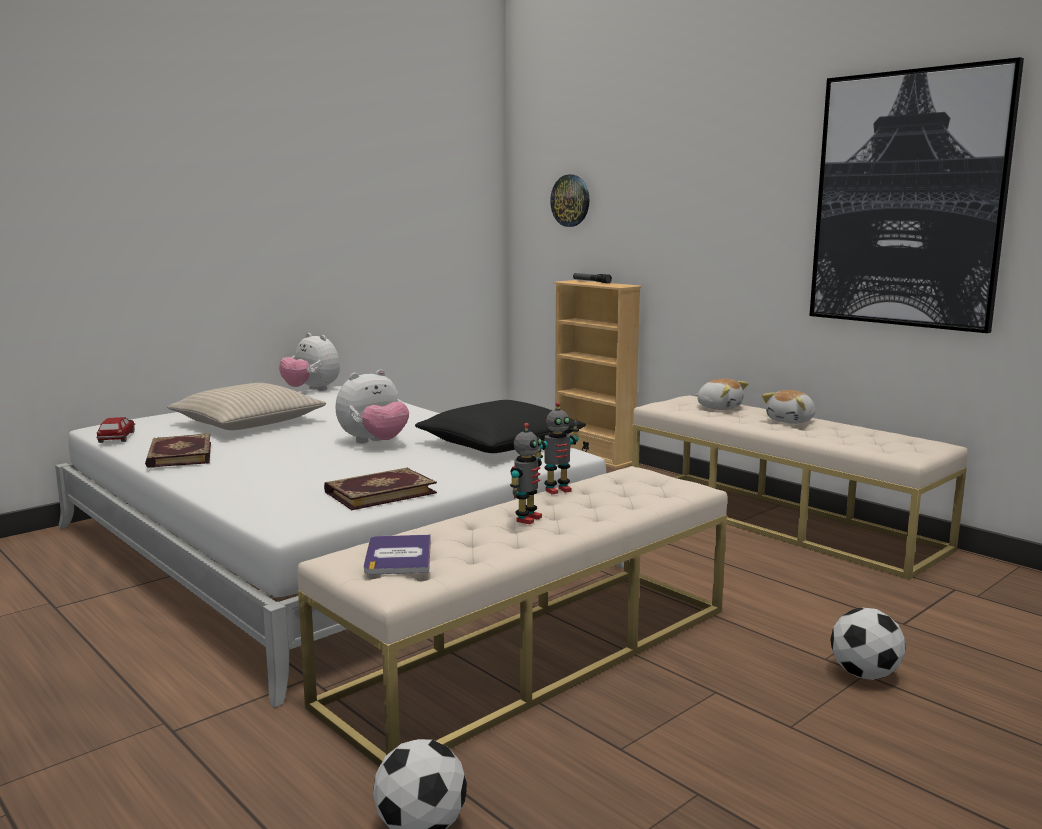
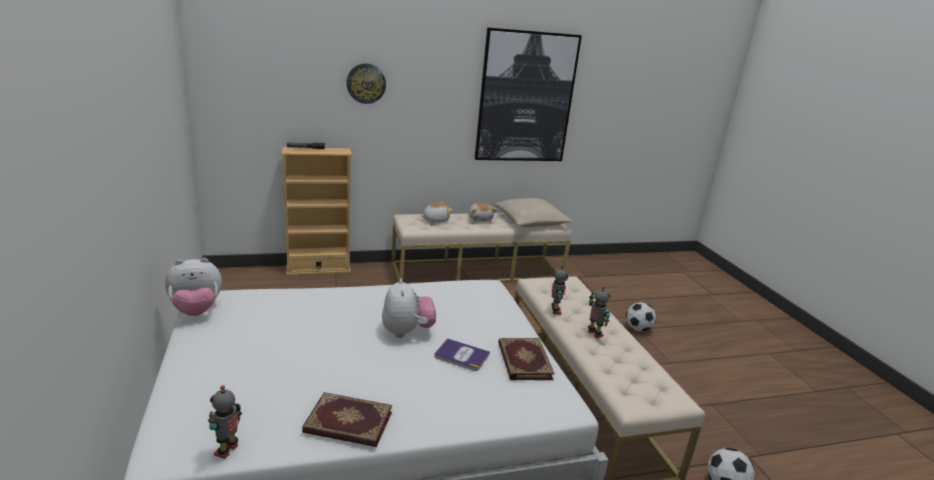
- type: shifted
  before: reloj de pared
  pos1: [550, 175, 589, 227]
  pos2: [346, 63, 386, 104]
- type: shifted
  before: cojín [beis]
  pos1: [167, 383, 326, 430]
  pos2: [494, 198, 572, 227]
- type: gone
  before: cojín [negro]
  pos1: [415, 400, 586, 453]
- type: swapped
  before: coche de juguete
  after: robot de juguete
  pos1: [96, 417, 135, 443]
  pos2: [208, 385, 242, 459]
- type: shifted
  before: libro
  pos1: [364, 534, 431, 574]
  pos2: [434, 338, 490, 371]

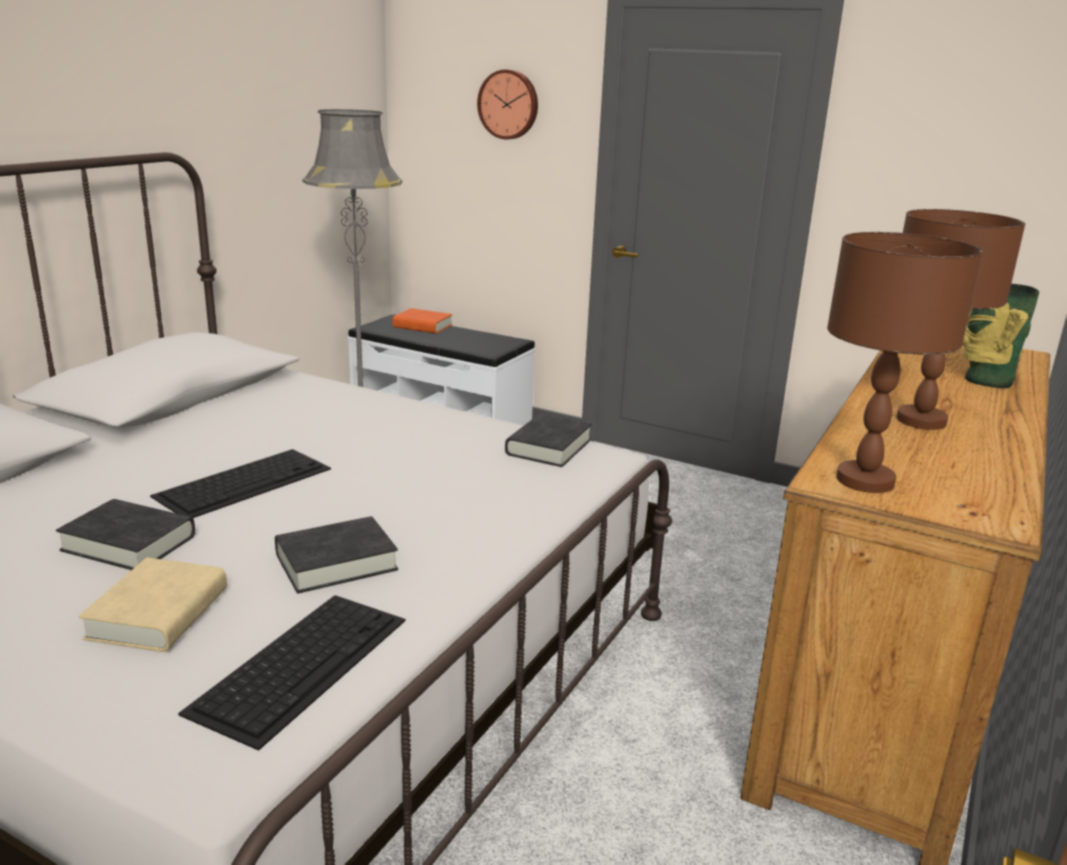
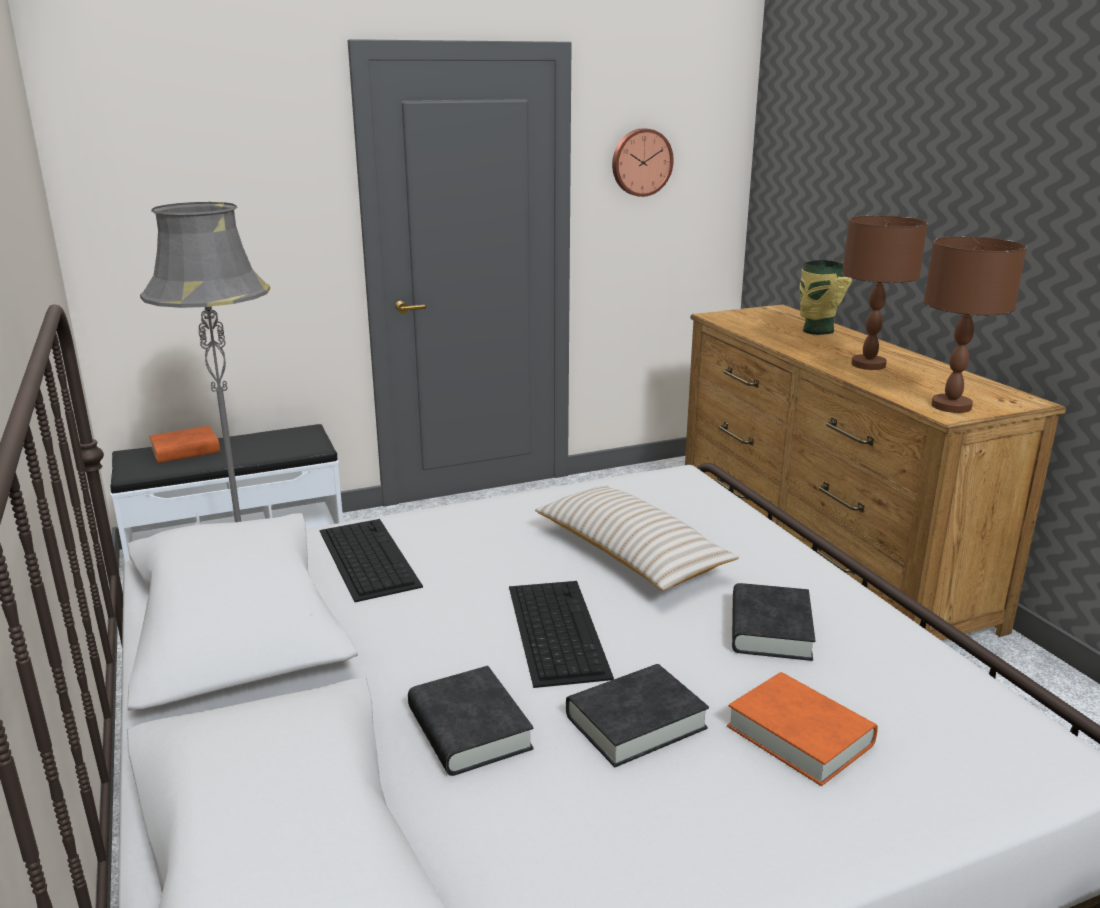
- type: shifted
  before: reloj de pared
  pos1: [477, 69, 538, 139]
  pos2: [612, 128, 674, 197]
- type: shifted
  before: libro [negro]
  pos1: [505, 414, 592, 467]
  pos2: [408, 666, 534, 776]
- type: repainted
  before: libro [beis]
  after: libro [naranja]
  pos1: [79, 557, 227, 652]
  pos2: [727, 672, 878, 786]
- type: shifted
  before: teclado
  pos1: [178, 595, 405, 751]
  pos2: [320, 519, 423, 602]
- type: new
  after: cojín [beis]
  pos2: [535, 486, 739, 591]

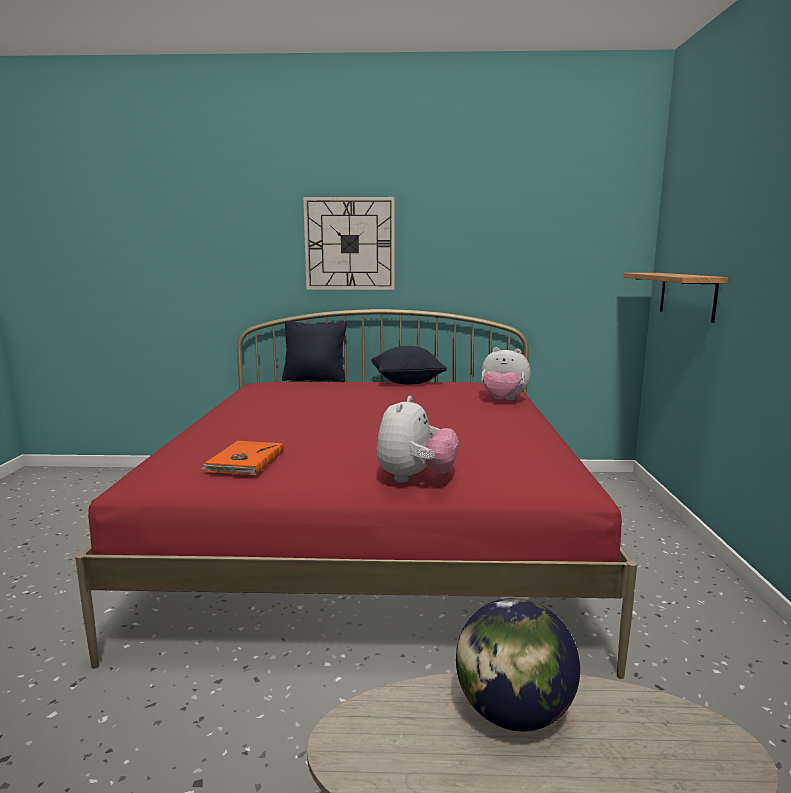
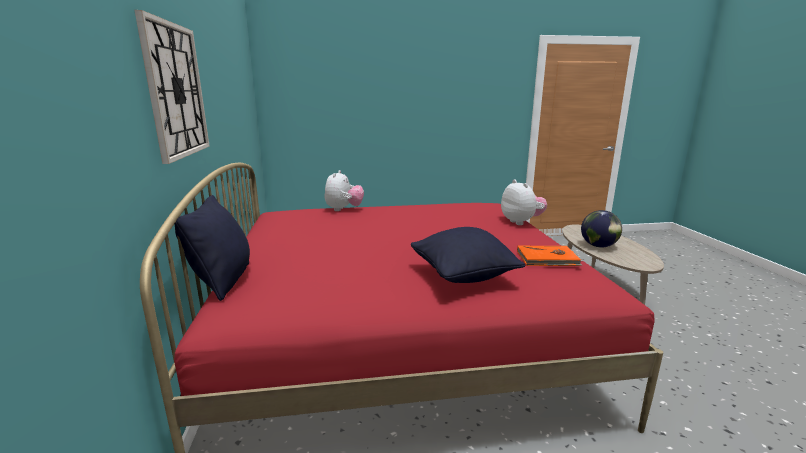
- type: gone
  before: estante
  pos1: [623, 273, 729, 323]
- type: shifted
  before: cojín [negro]
  pos1: [371, 346, 447, 384]
  pos2: [411, 227, 525, 283]
- type: rotated
  before: peluche
  pos1: [377, 396, 459, 482]
  pos2: [501, 180, 547, 225]
  turn: 60

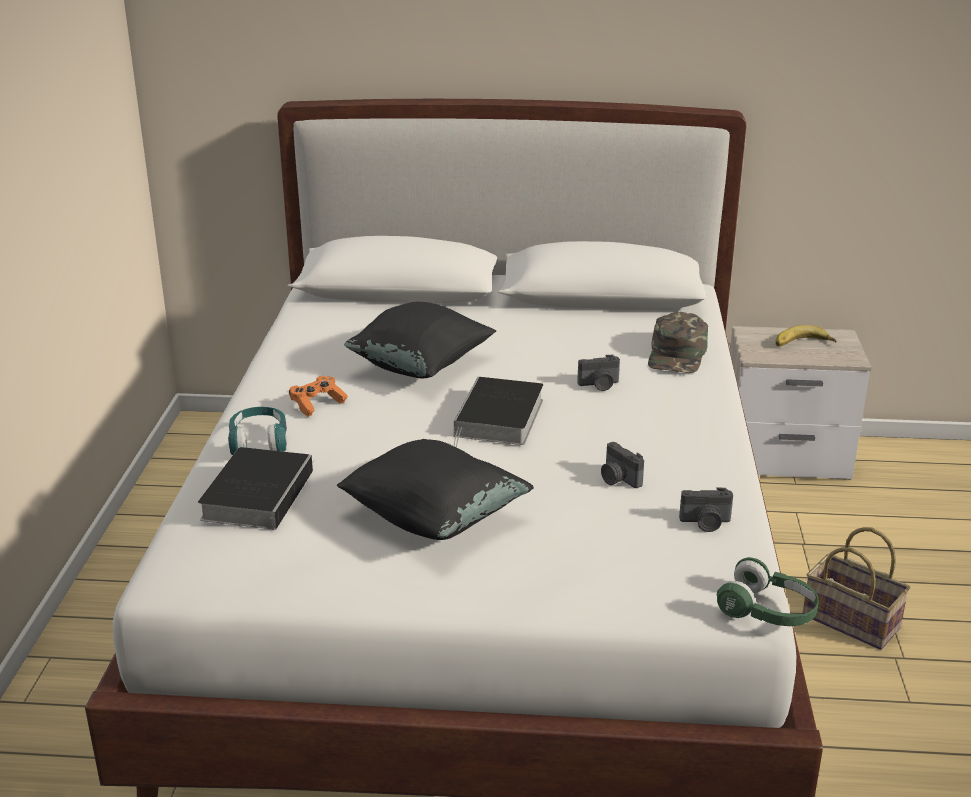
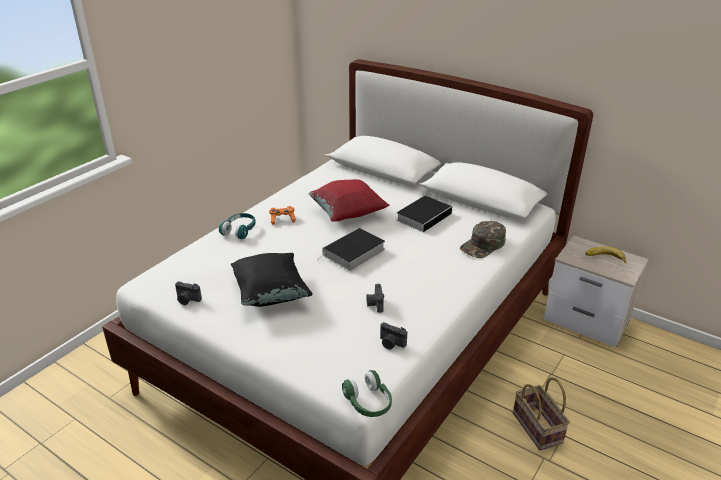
- type: repainted
  before: cojín [negro]
  after: cojín [rojo]
  pos1: [344, 302, 496, 379]
  pos2: [309, 179, 390, 222]
- type: shifted
  before: cámara
  pos1: [577, 355, 620, 391]
  pos2: [175, 281, 202, 305]
- type: shifted
  before: libro
  pos1: [198, 447, 315, 530]
  pos2: [396, 196, 455, 232]

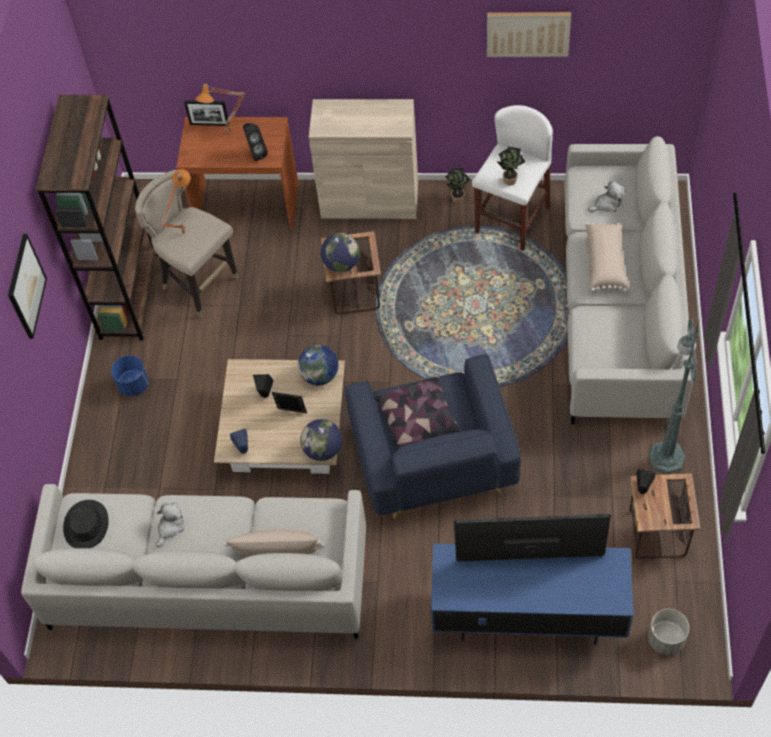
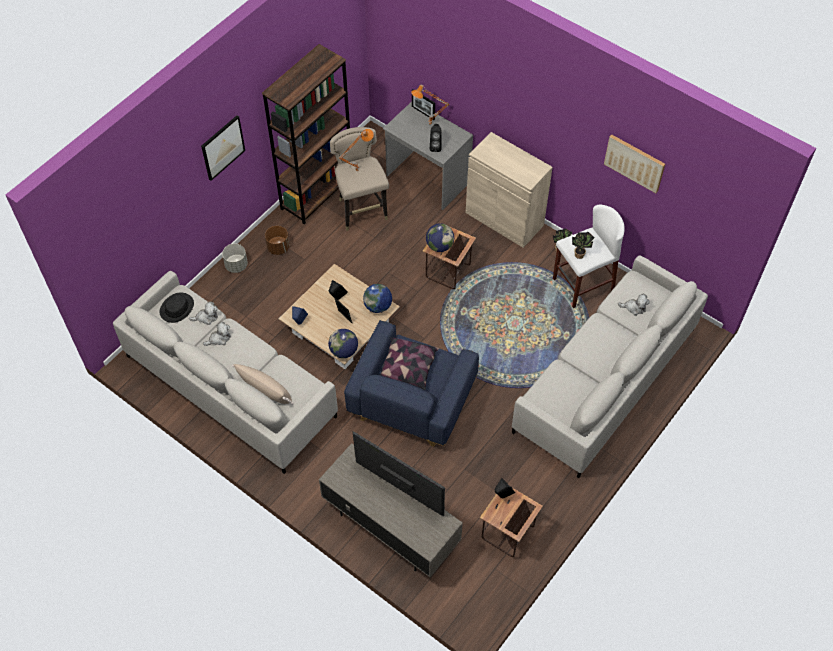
- type: repainted
  before: escritorio [marrón]
  after: escritorio [gris]
  pos1: [176, 117, 298, 230]
  pos2: [383, 102, 473, 210]
- type: gone
  before: cojín [beis]
  pos1: [586, 223, 630, 292]
- type: gone
  before: lámpara de pie [verde]
  pos1: [648, 318, 700, 474]
- type: repainted
  before: maceta [azul]
  after: maceta [marrón]
  pos1: [111, 355, 149, 396]
  pos2: [265, 226, 289, 255]
- type: repainted
  before: mueble de televisión [azul]
  after: mueble de televisión [gris]
  pos1: [431, 544, 634, 645]
  pos2: [319, 443, 463, 577]
- type: shifted
  before: maceta [gris]
  pos1: [648, 609, 689, 655]
  pos2: [222, 243, 248, 273]
- type: new
  after: peluche
  pos2: [189, 302, 218, 325]

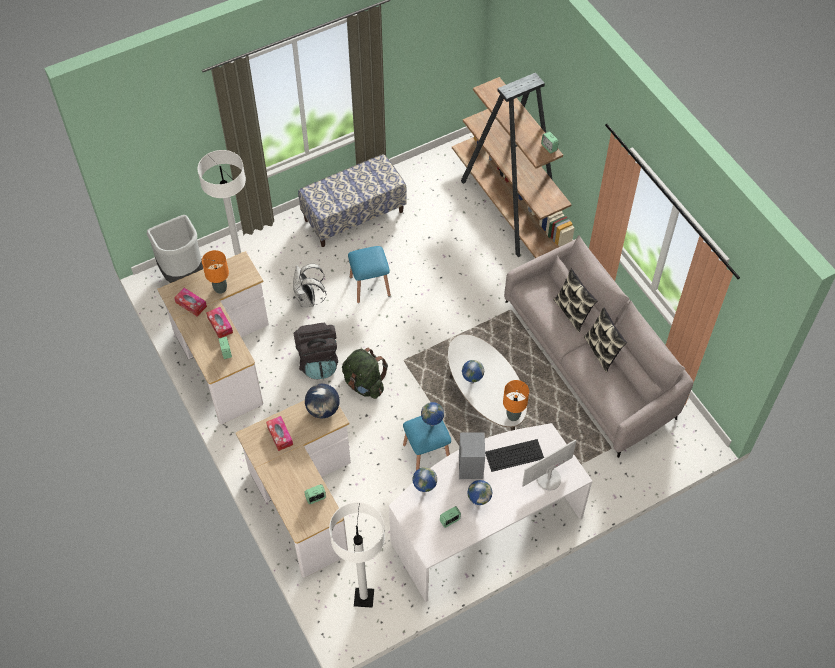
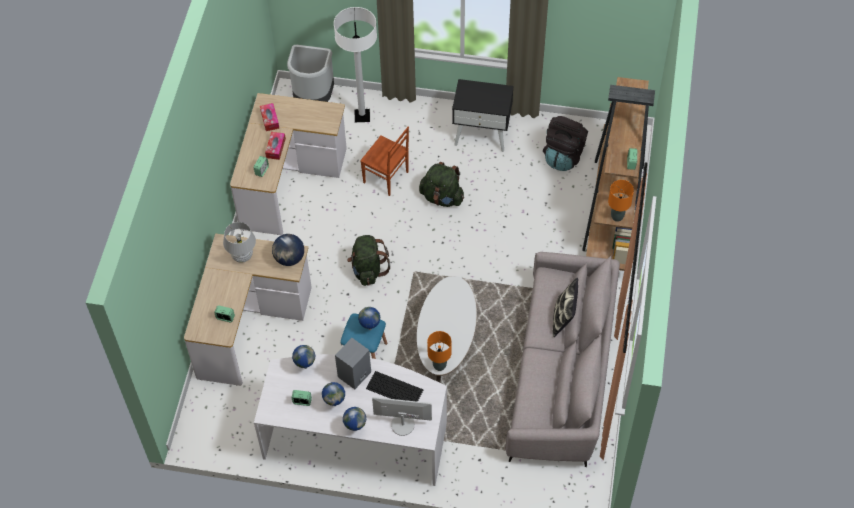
- type: swapped
  before: banco
  after: mesita de noche [negro]
  pos1: [298, 154, 407, 247]
  pos2: [452, 79, 514, 152]
- type: swapped
  before: taburete [azul]
  after: mochila [verde]
  pos1: [348, 246, 391, 303]
  pos2: [419, 162, 464, 207]
- type: shifted
  before: lámpara de mesa [naranja]
  pos1: [202, 250, 229, 294]
  pos2: [608, 180, 634, 222]
- type: swapped
  before: mochila [blanco]
  after: silla [marrón]
  pos1: [293, 264, 326, 308]
  pos2: [360, 127, 409, 196]
- type: gone
  before: cojín
  pos1: [584, 307, 627, 372]
- type: shifted
  before: mochila [negro]
  pos1: [293, 323, 338, 380]
  pos2: [543, 116, 588, 171]
- type: shifted
  before: globo terráqueo
  pos1: [462, 360, 484, 384]
  pos2: [343, 407, 366, 431]
- type: swapped
  before: caja de pañuelos
  after: lámpara de mesa [blanco]
  pos1: [266, 416, 293, 451]
  pos2: [223, 222, 256, 263]
- type: gone
  before: lámpara de pie [blanco]
  pos1: [329, 502, 385, 608]

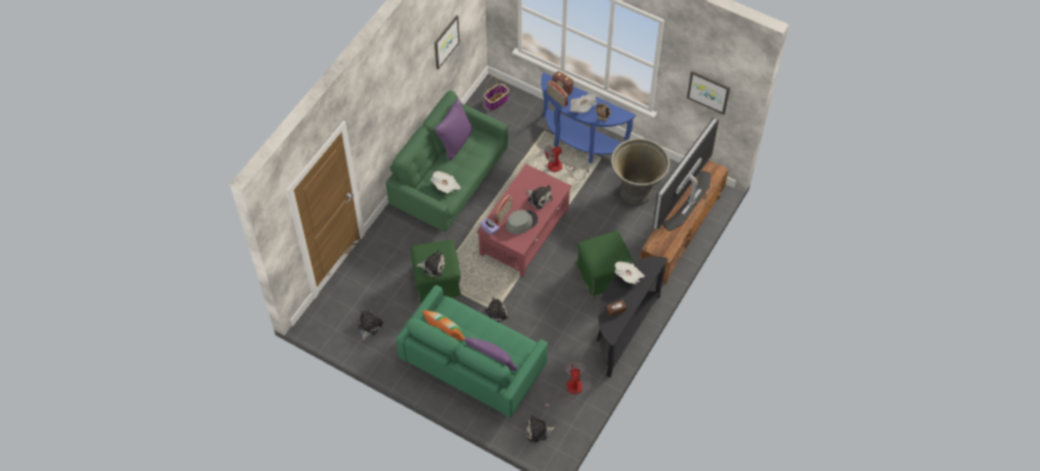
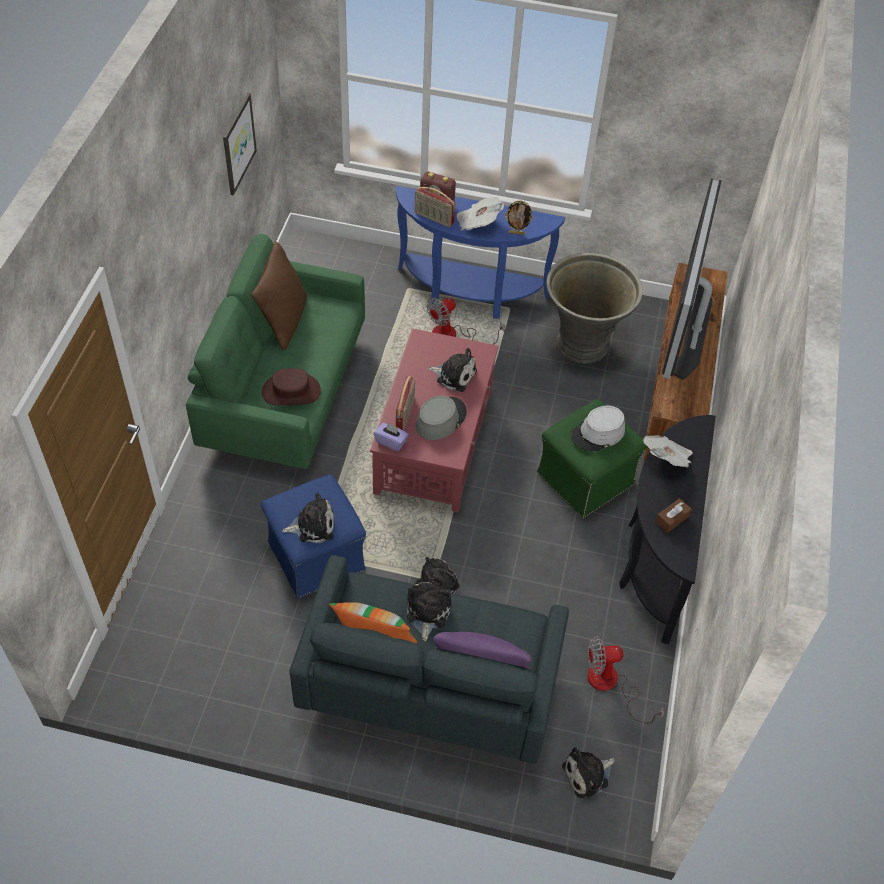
- type: gone
  before: cuadro
  pos1: [687, 71, 730, 115]
- type: gone
  before: cesta
  pos1: [484, 75, 509, 111]
- type: repainted
  before: cojín [morado]
  after: cojín [marrón]
  pos1: [434, 99, 473, 161]
  pos2: [251, 242, 307, 350]
- type: swapped
  before: periódico
  after: sombrero [marrón]
  pos1: [431, 171, 461, 194]
  pos2: [262, 369, 321, 405]
- type: repainted
  before: puf [verde]
  after: puf [azul]
  pos1: [410, 240, 461, 303]
  pos2: [261, 474, 366, 598]
- type: repainted
  before: sofá [verde]
  after: sofá [gris]
  pos1: [396, 285, 548, 418]
  pos2: [289, 555, 569, 764]
- type: shifted
  before: peluche
  pos1: [358, 311, 383, 340]
  pos2: [407, 582, 451, 641]
- type: rotated
  before: ventilador
  pos1: [545, 362, 586, 407]
  pos2: [588, 636, 664, 723]
  turn: -75
- type: new
  after: sombrero [gris]
  pos2: [571, 406, 625, 452]

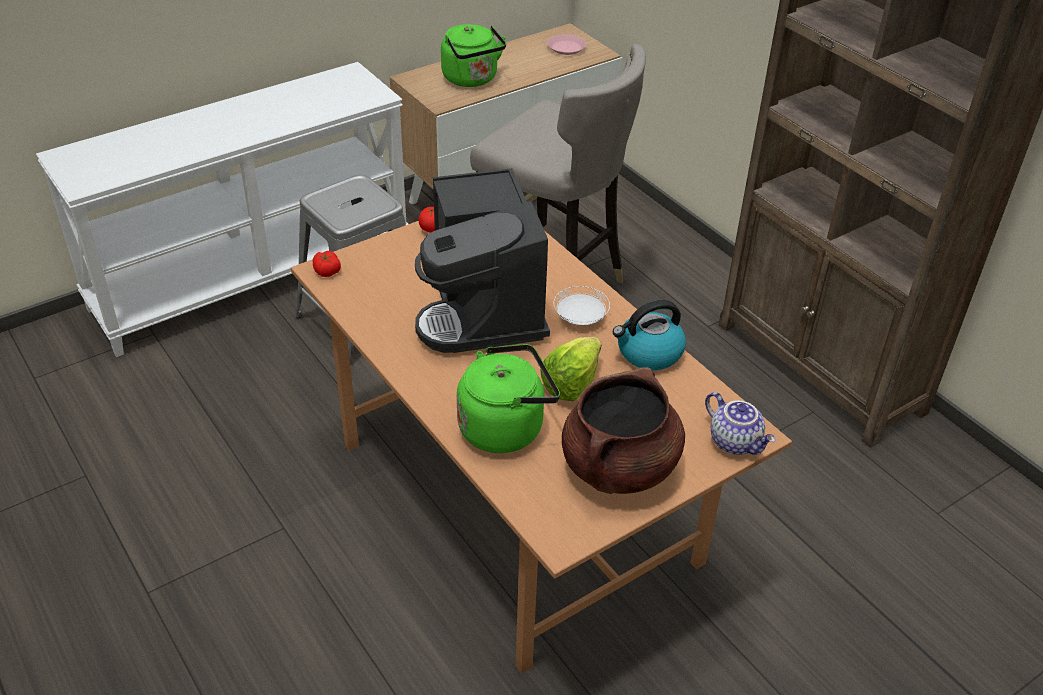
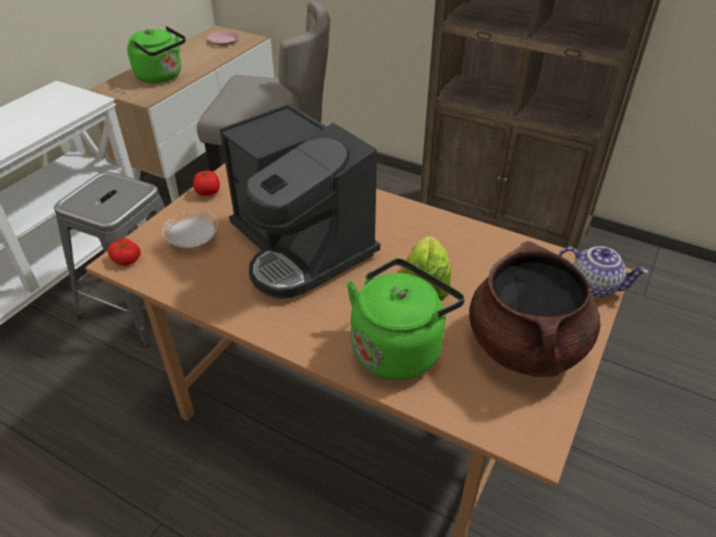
- type: shifted
  before: plato [blanco]
  pos1: [554, 286, 610, 325]
  pos2: [162, 211, 218, 248]
- type: gone
  before: hervidor
  pos1: [613, 300, 686, 370]

